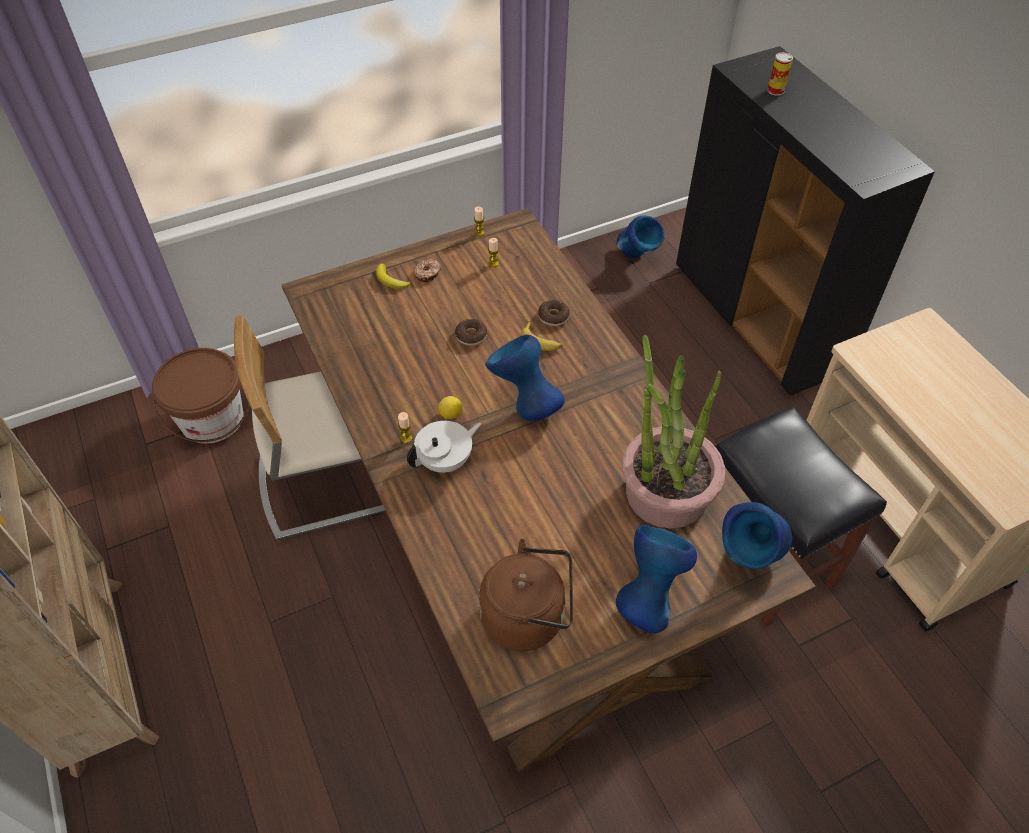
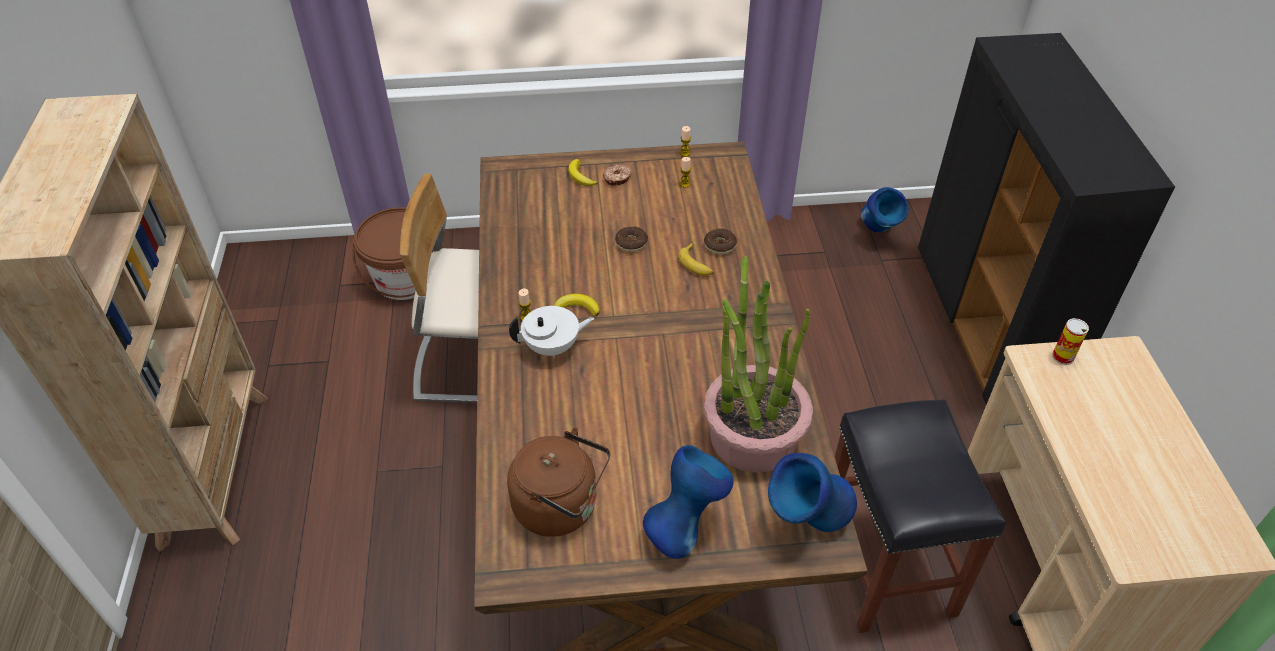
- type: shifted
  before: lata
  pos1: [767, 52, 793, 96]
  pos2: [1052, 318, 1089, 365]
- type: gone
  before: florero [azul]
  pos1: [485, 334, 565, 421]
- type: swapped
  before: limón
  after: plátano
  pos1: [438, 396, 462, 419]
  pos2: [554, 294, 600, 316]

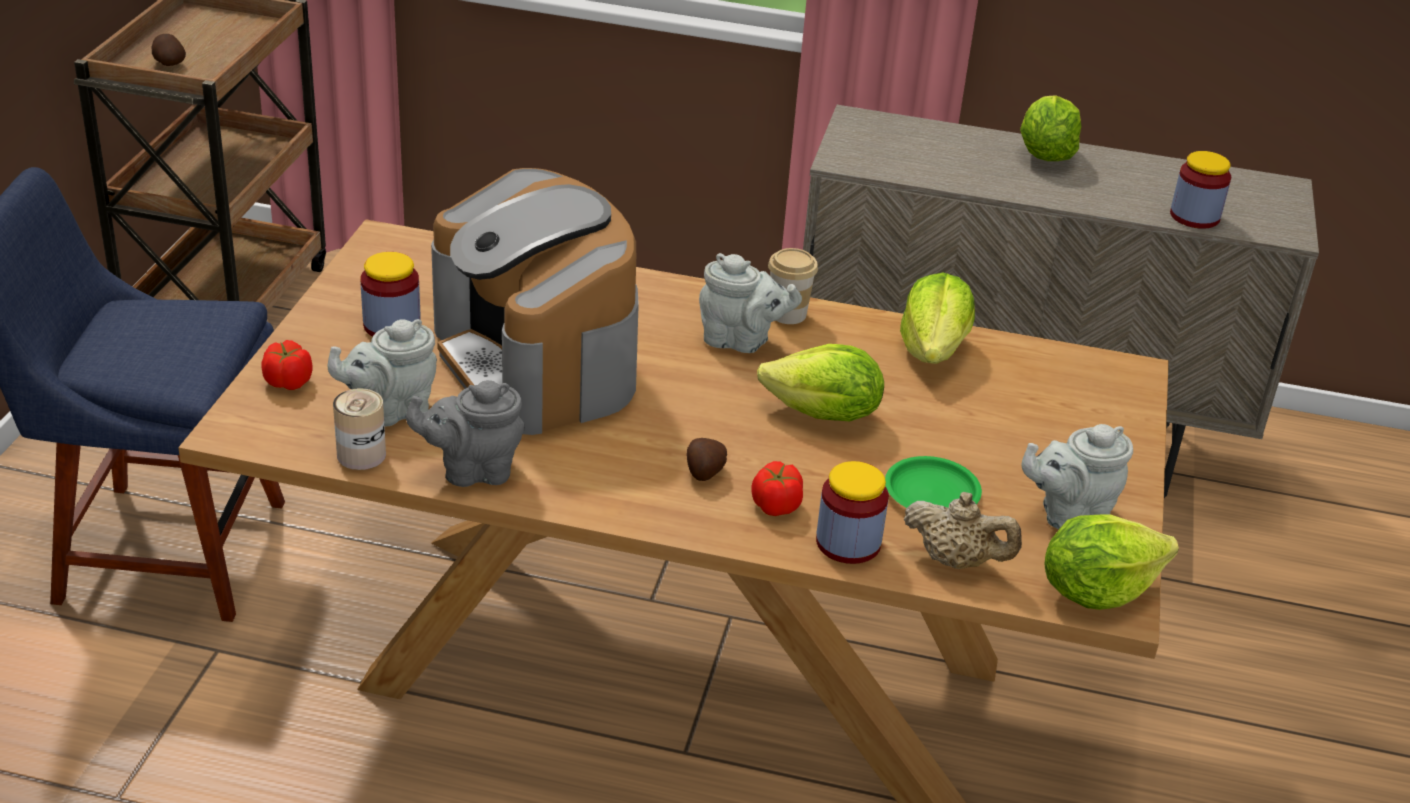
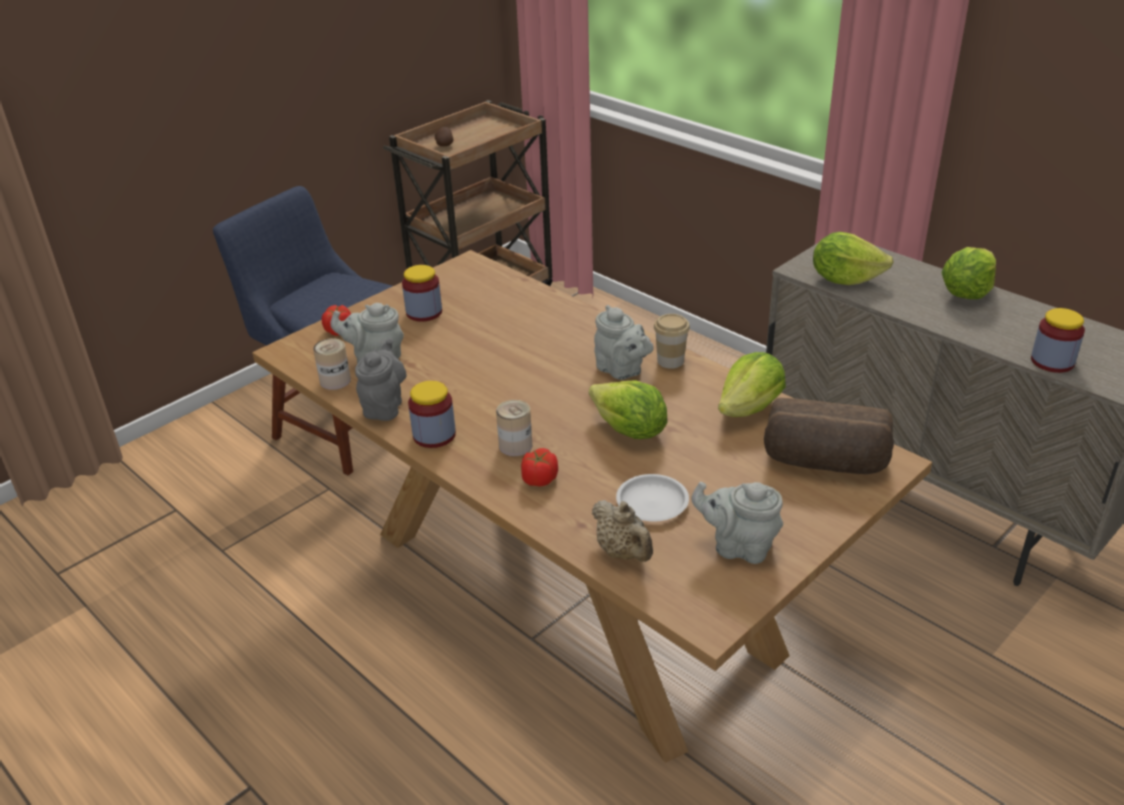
- type: gone
  before: cafetera
  pos1: [431, 168, 639, 435]
- type: rotated
  before: tetera [gris]
  pos1: [406, 380, 525, 487]
  pos2: [355, 338, 407, 421]
  turn: 75
- type: swapped
  before: patata
  after: lata
  pos1: [687, 438, 727, 481]
  pos2: [496, 400, 532, 456]
- type: repainted
  before: plato [verde]
  after: plato [blanco]
  pos1: [885, 456, 982, 508]
  pos2: [616, 474, 689, 521]
- type: shifted
  before: tarro
  pos1: [816, 461, 889, 564]
  pos2: [408, 381, 456, 448]
- type: shifted
  before: lechuga
  pos1: [1044, 514, 1179, 610]
  pos2: [813, 232, 893, 285]
- type: new
  after: pan
  pos2: [764, 398, 894, 474]

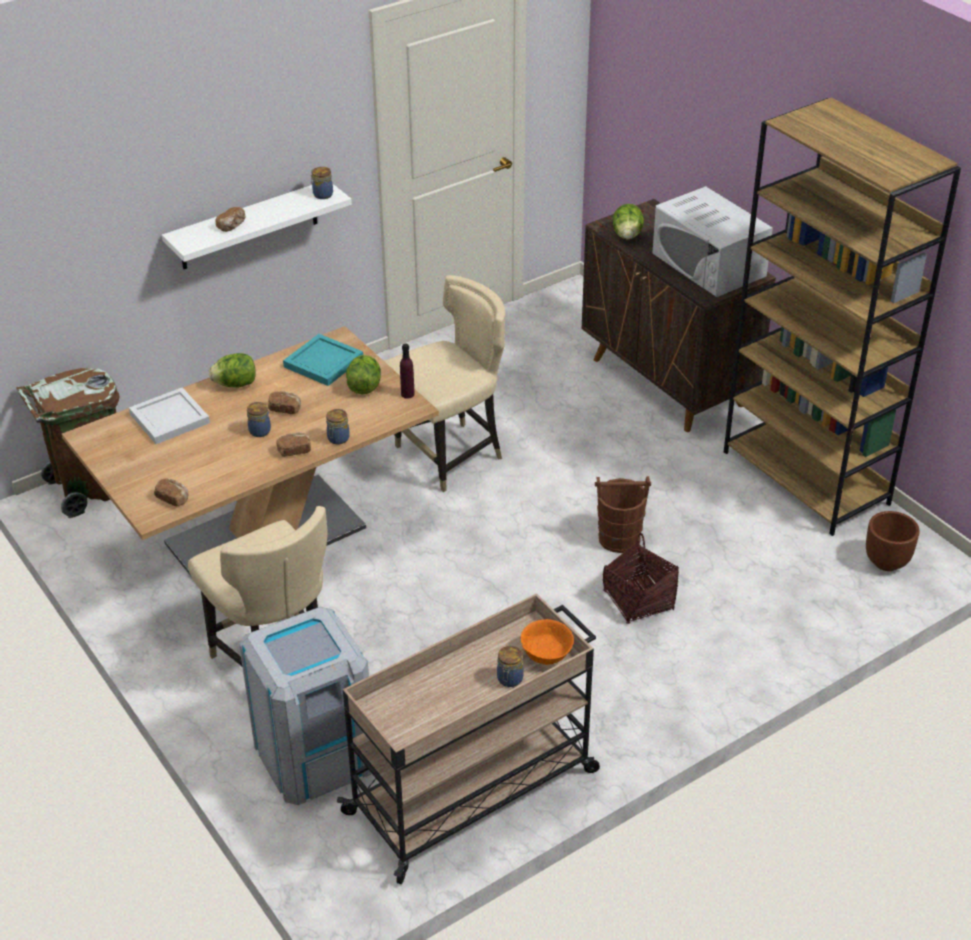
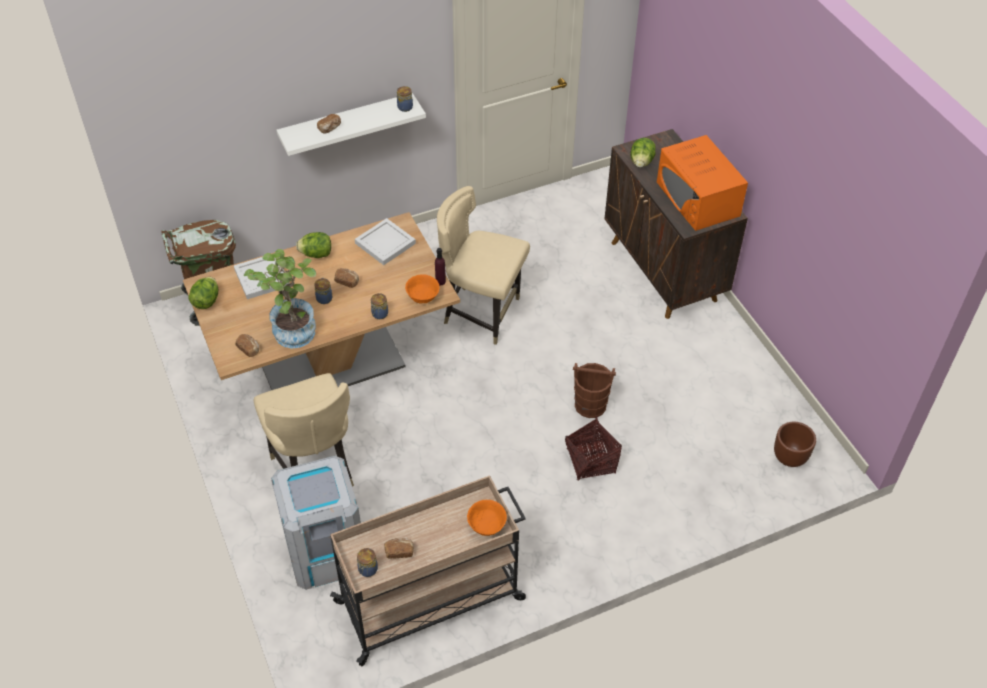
- type: gone
  before: estantería [marrón]
  pos1: [724, 97, 961, 536]
- type: repainted
  before: microondas [blanco]
  after: microondas [naranja]
  pos1: [652, 186, 773, 297]
  pos2: [657, 135, 748, 231]
- type: rotated
  before: silla [beis]
  pos1: [384, 275, 505, 492]
  pos2: [437, 186, 530, 345]
  turn: -135
- type: repainted
  before: bandeja [turquesa]
  after: bandeja [blanco]
  pos1: [283, 334, 363, 386]
  pos2: [355, 218, 416, 265]
- type: shifted
  before: lechuga
  pos1: [346, 355, 381, 394]
  pos2: [189, 277, 218, 309]
- type: shifted
  before: pan
  pos1: [276, 432, 311, 457]
  pos2: [384, 538, 414, 558]
- type: shifted
  before: tarro
  pos1: [497, 646, 524, 687]
  pos2: [357, 548, 378, 577]
- type: new
  after: planta en maceta
  pos2: [244, 249, 316, 349]
- type: new
  after: cuenco [naranja]
  pos2: [405, 274, 440, 303]

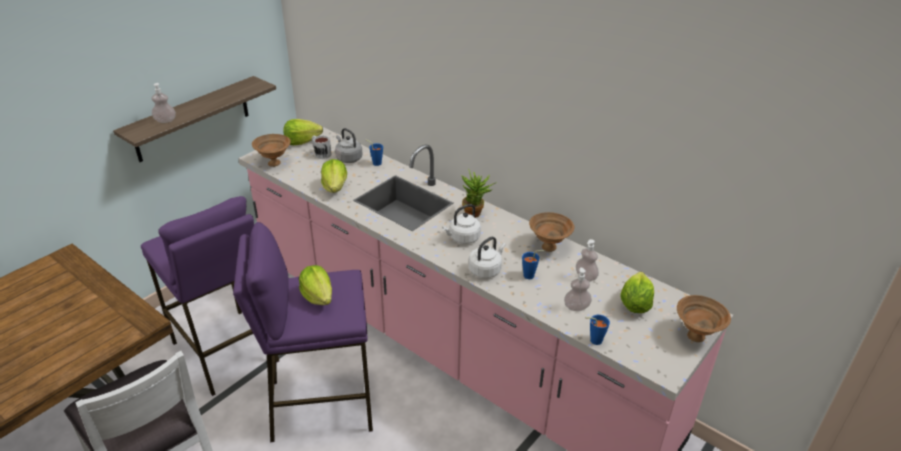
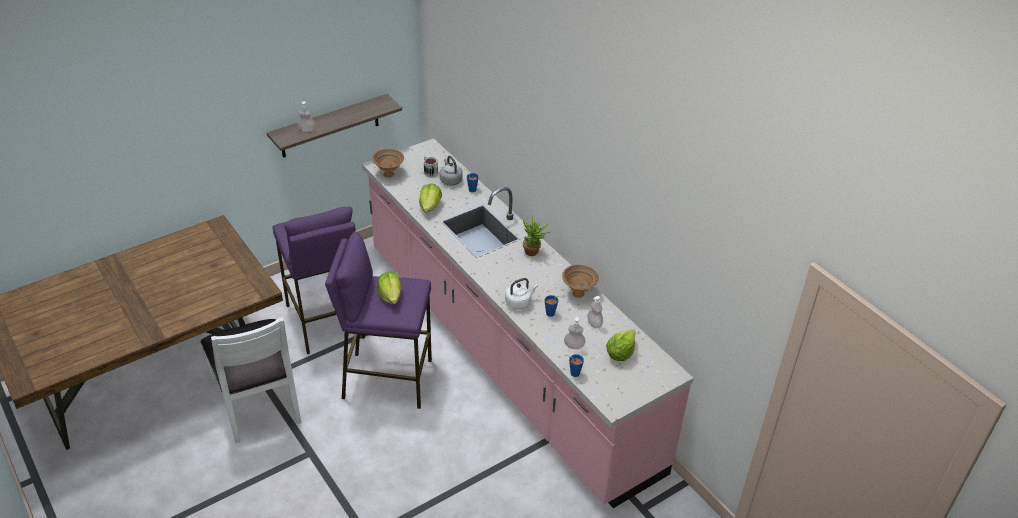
- type: gone
  before: lechuga
  pos1: [283, 119, 323, 145]
- type: gone
  before: hervidor [blanco]
  pos1: [442, 204, 481, 244]
- type: gone
  before: cuenco [marrón]
  pos1: [677, 295, 731, 342]

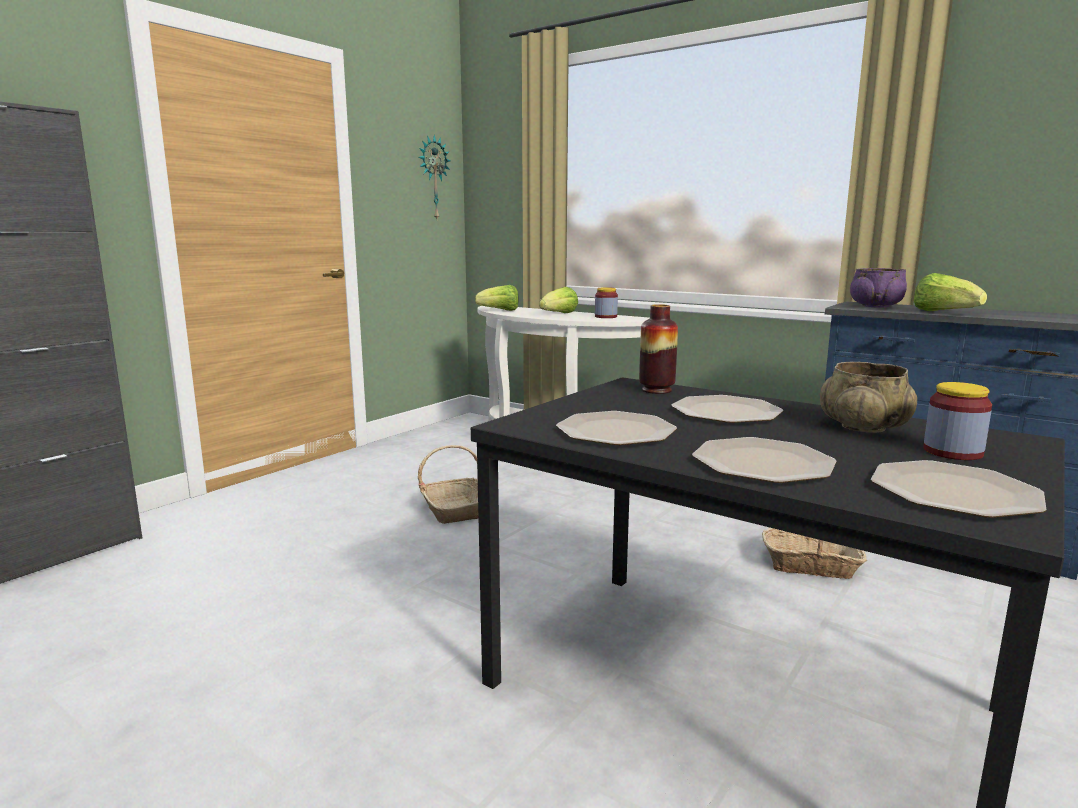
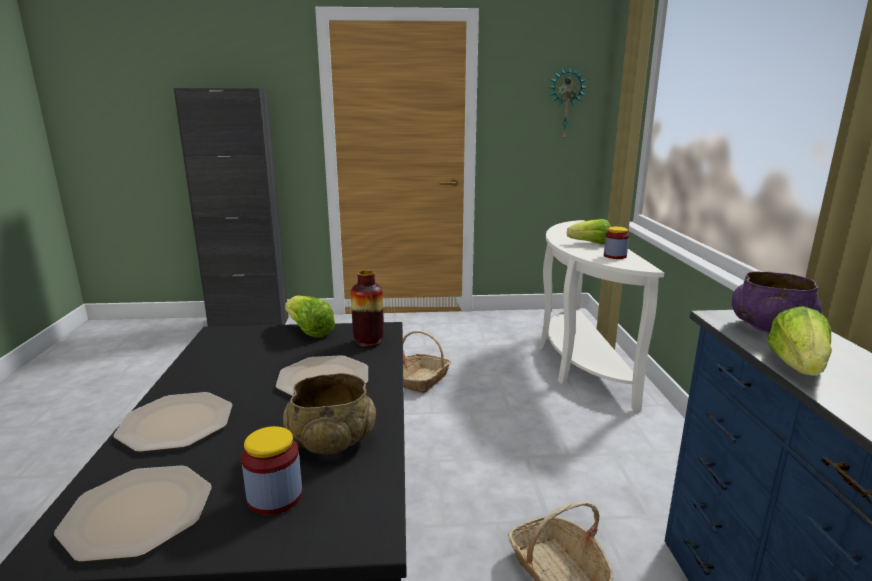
- type: shifted
  before: lechuga
  pos1: [475, 285, 518, 311]
  pos2: [285, 295, 335, 338]
- type: gone
  before: plato
  pos1: [556, 411, 677, 445]

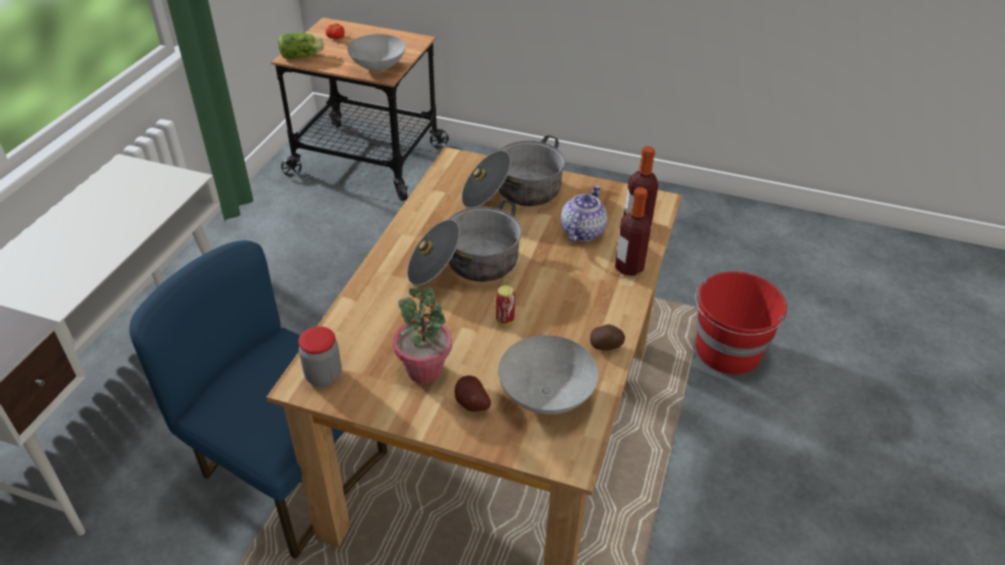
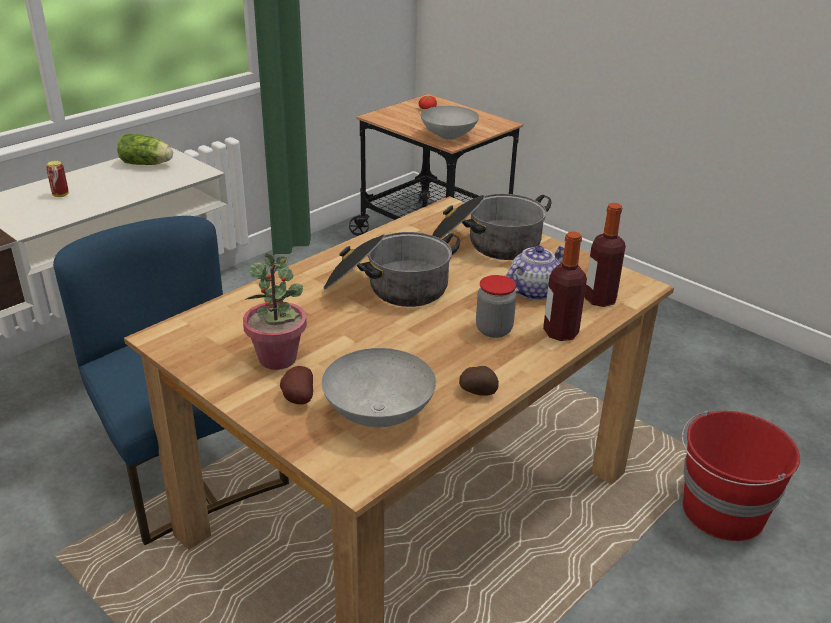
- type: shifted
  before: lechuga
  pos1: [279, 33, 324, 59]
  pos2: [117, 133, 173, 165]
- type: shifted
  before: lata
  pos1: [496, 285, 515, 325]
  pos2: [46, 161, 69, 197]
- type: shifted
  before: tarro
  pos1: [298, 326, 342, 387]
  pos2: [476, 275, 516, 338]

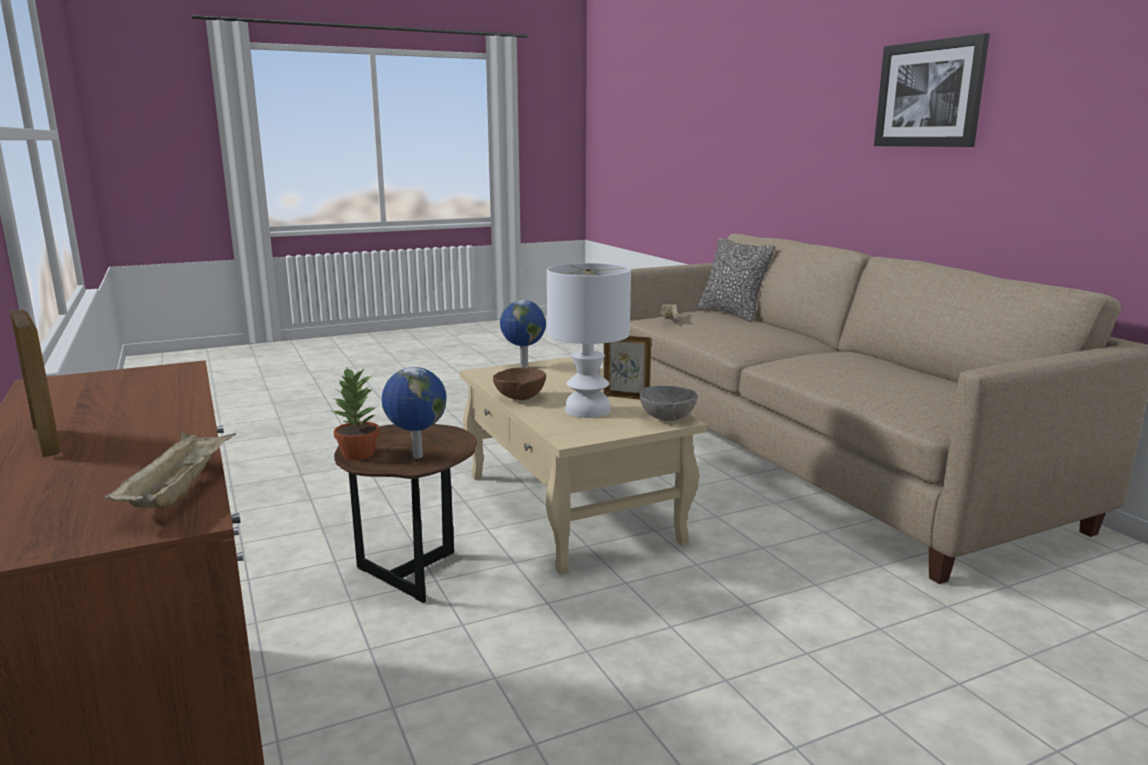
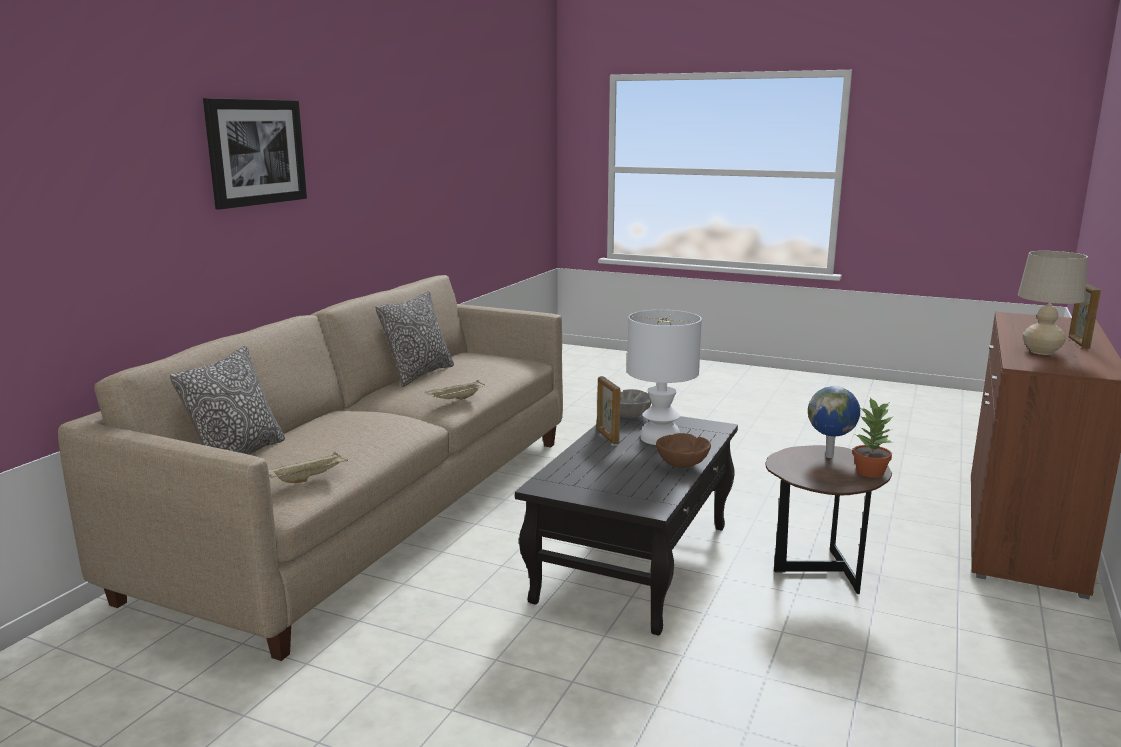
- type: gone
  before: globo terráqueo
  pos1: [500, 300, 546, 367]
- type: repainted
  before: mesa de centro [beis]
  after: mesa de centro [negro]
  pos1: [460, 357, 707, 575]
  pos2: [515, 415, 738, 636]
- type: shifted
  before: bandeja [beis]
  pos1: [103, 431, 236, 508]
  pos2: [425, 380, 485, 400]
- type: new
  after: lámpara de mesa [beis]
  pos2: [1018, 251, 1088, 355]
- type: new
  after: cojín
  pos2: [376, 291, 454, 387]

